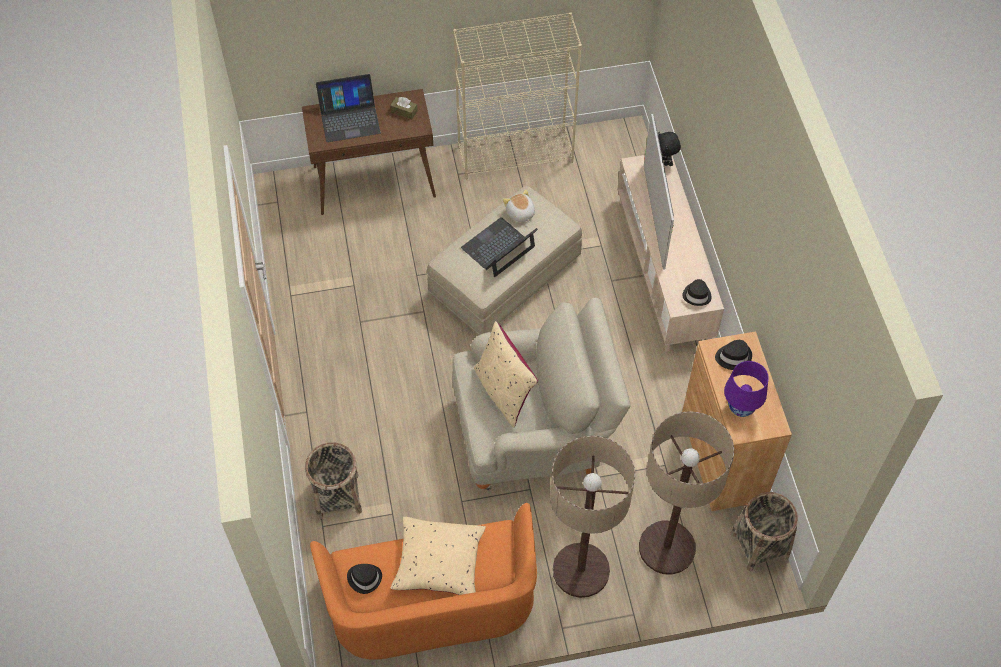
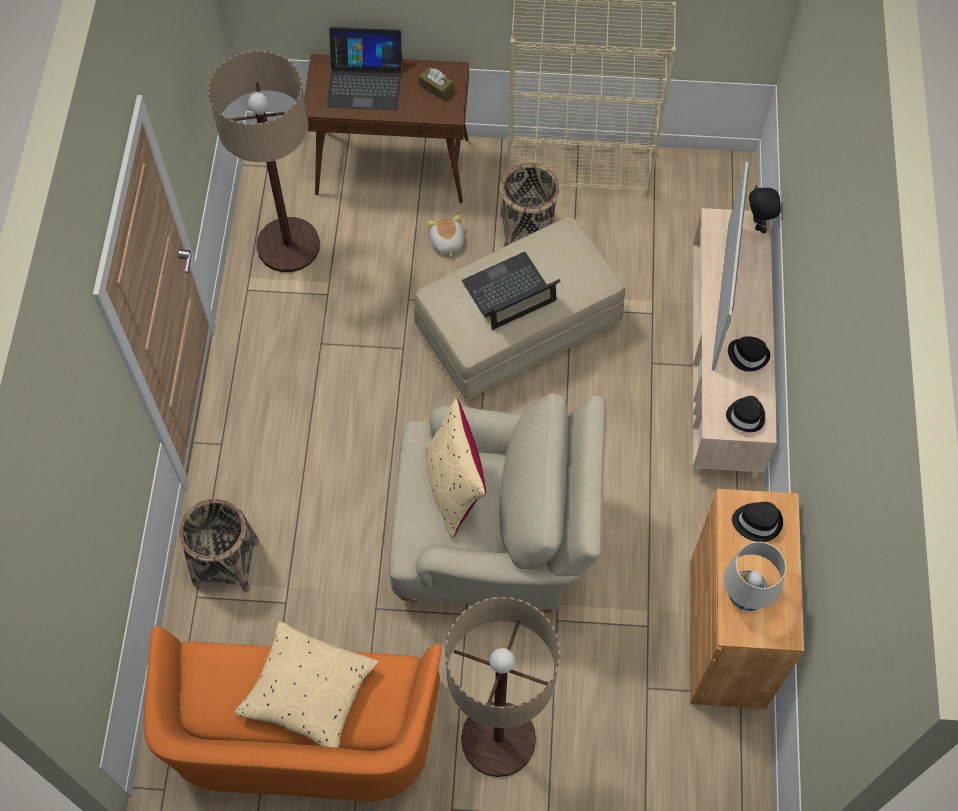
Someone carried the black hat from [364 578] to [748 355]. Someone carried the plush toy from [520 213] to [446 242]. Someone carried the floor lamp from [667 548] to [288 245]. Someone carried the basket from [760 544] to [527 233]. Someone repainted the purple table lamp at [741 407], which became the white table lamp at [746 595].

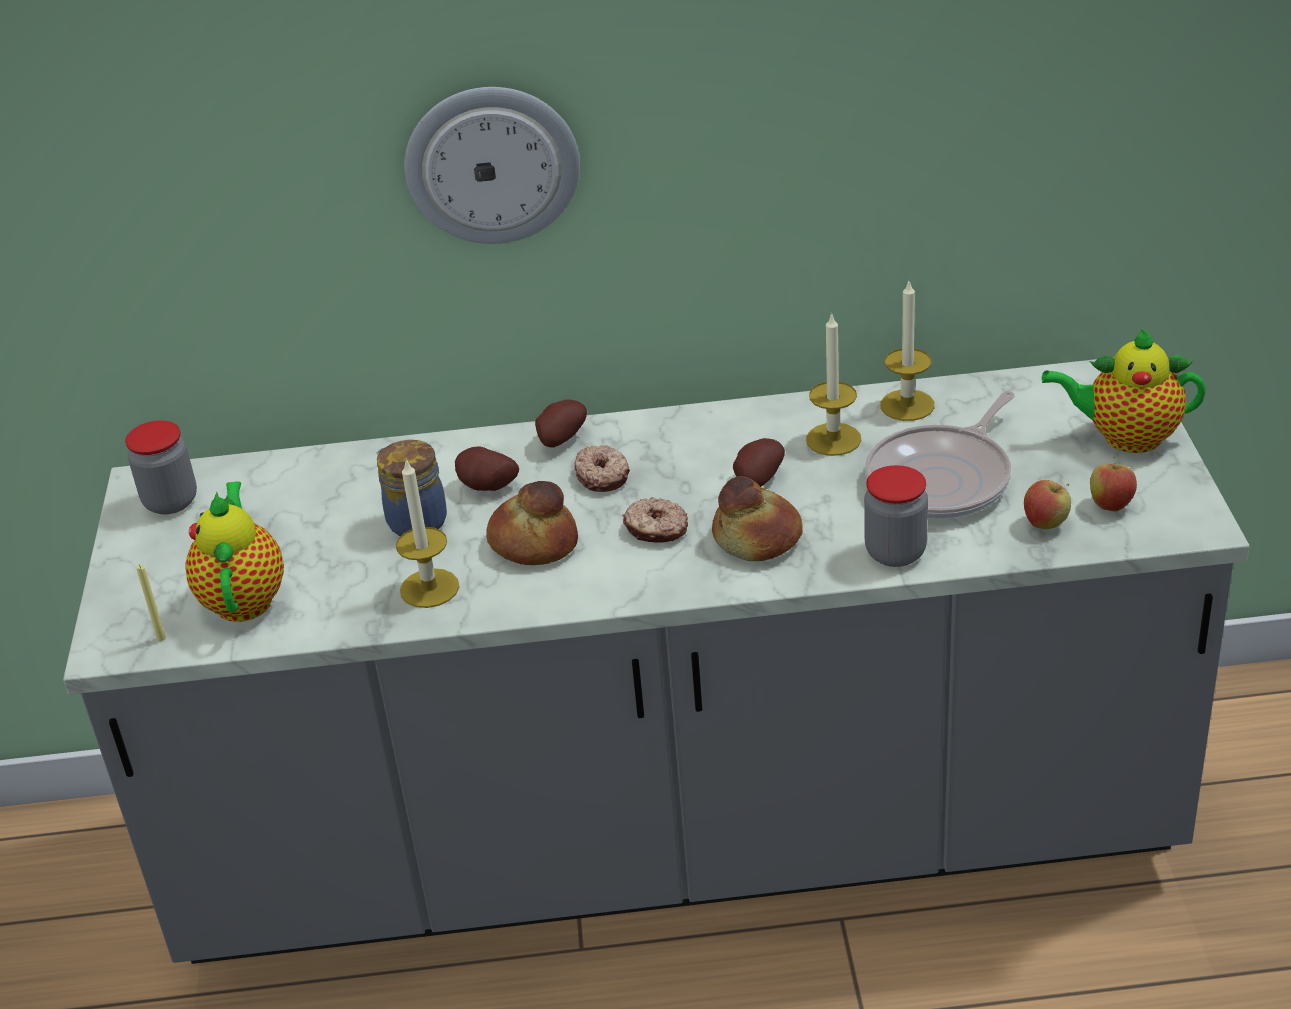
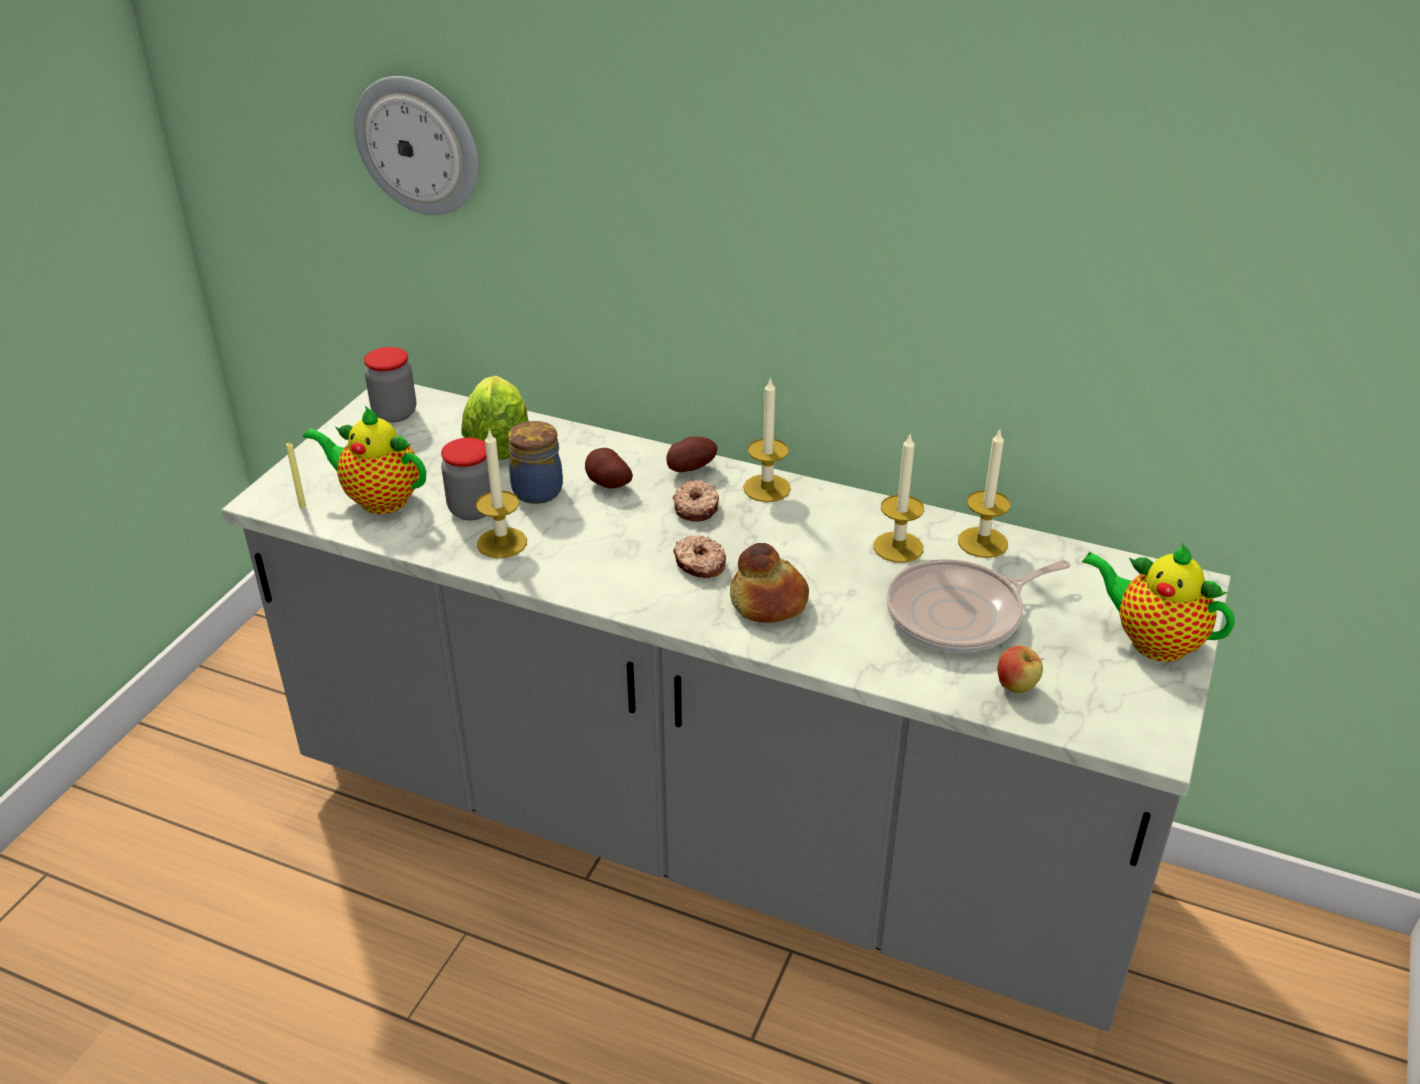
Someone took away the bread at [534 542]. Someone took away the potato at [756 481]. Someone took away the apple at [1111 505]. Someone put down the lettuce at [499 443]. Someone put down the candle at [767 488]. Someone carried the wall clock from [492 164] to [418 145]. Someone carried the jar from [895 552] to [472 509]. Someone rotated the teapot at [244 597] by 90 degrees counterclockwise.

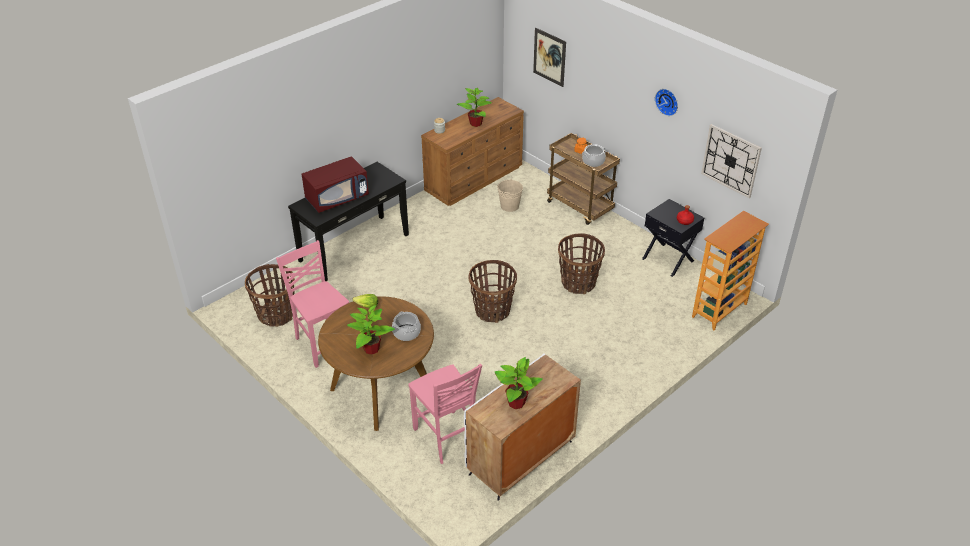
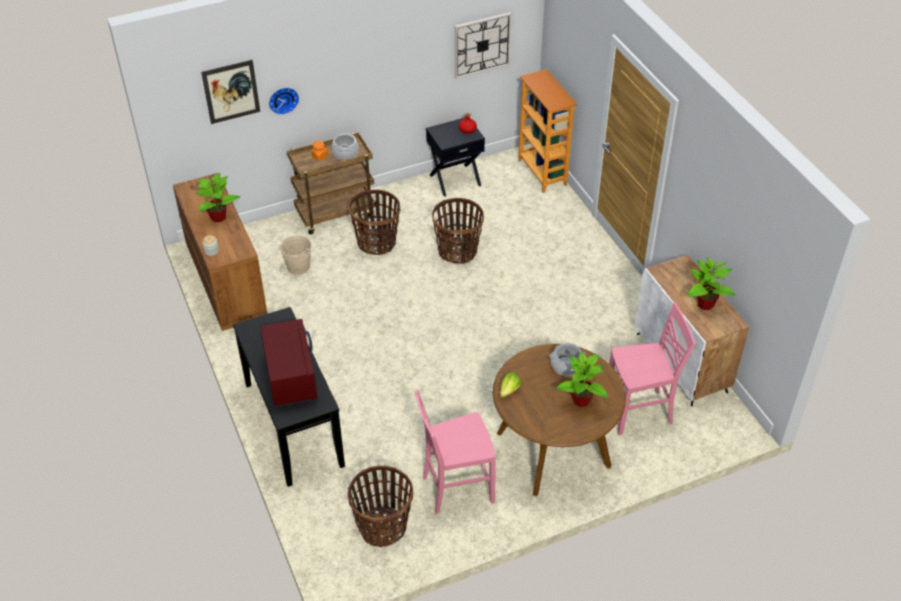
Someone carried the basket from [492 310] to [377 243]. Someone carried the wall clock from [667 101] to [283 99].

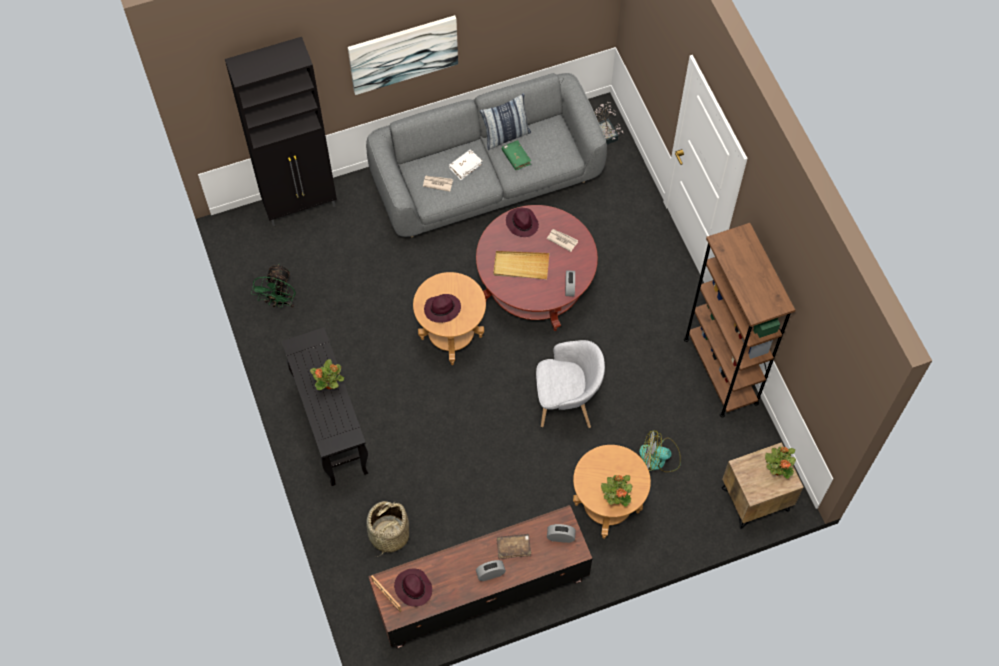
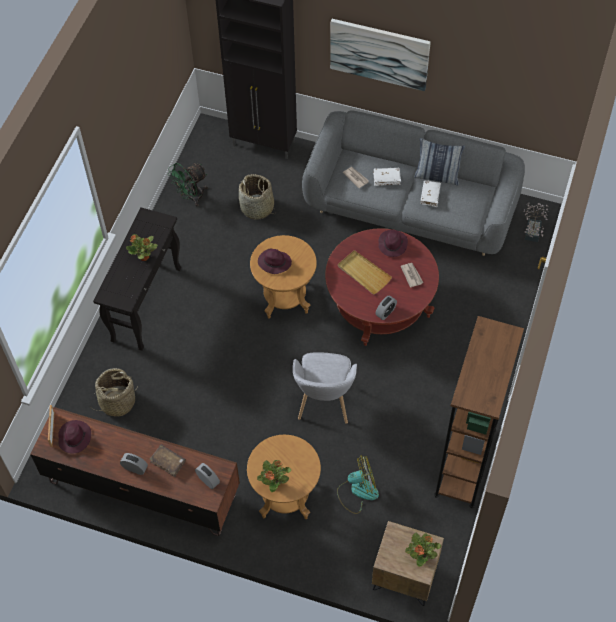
Someone put down the basket at [257 208]. Someone repainted the green book at [516 158], which became the white book at [430 195]. Someone rotated the grey armchair at [567 405] by 60 degrees clockwise. Someone rotated the fan at [659 458] by 120 degrees clockwise.

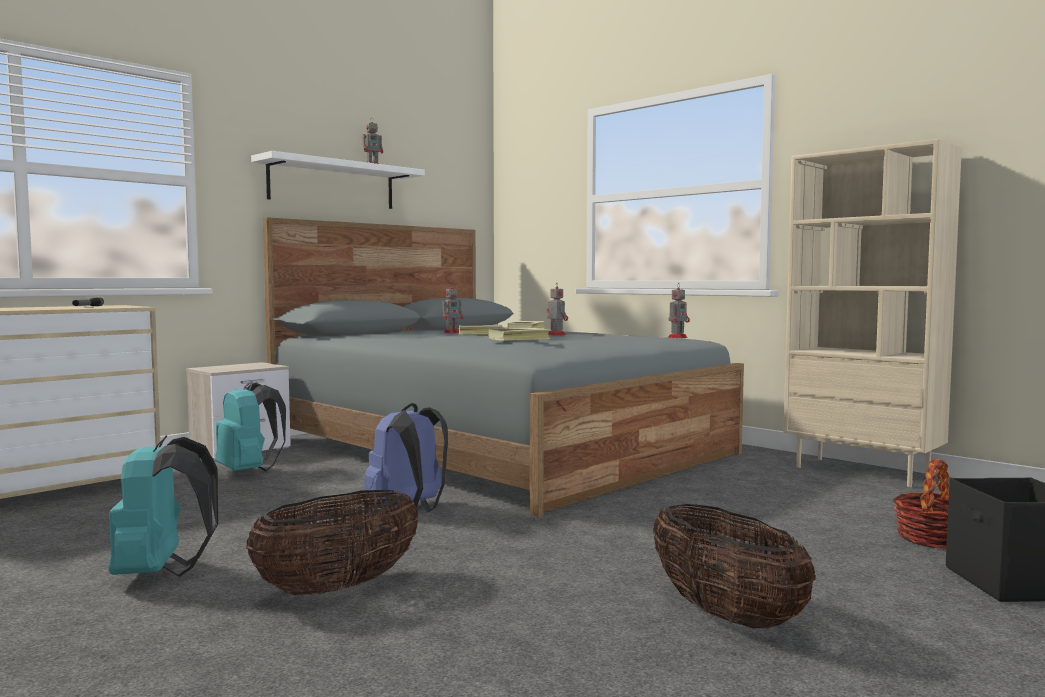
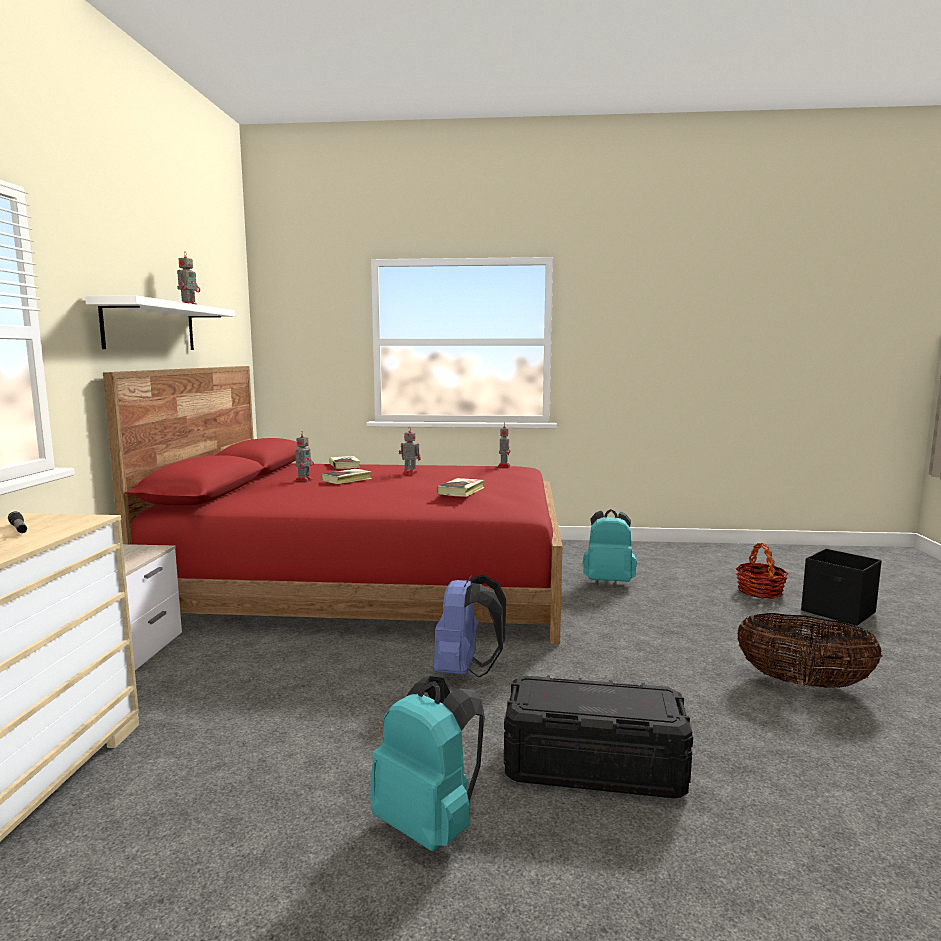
Someone took away the beige bookcase at [863 472]. Someone carried the turquoise backpack from [249 471] to [608 581]. Someone swapped the basket at [338 587] for the black storage box at [593 765]. Someone repainted the grey bed at [495 446], which became the red bed at [372 581].

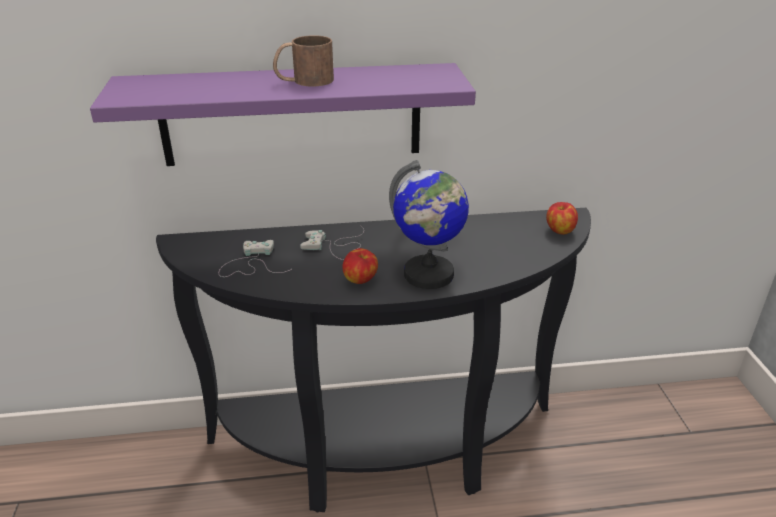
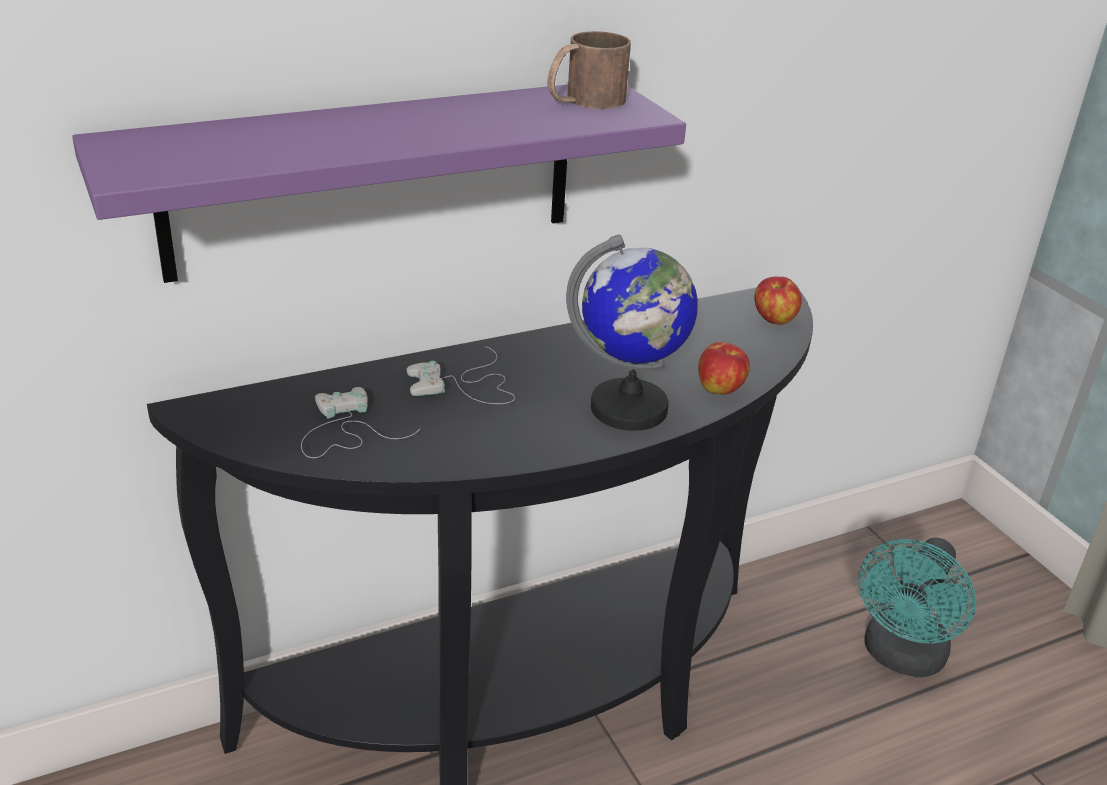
Someone put down the turquoise fan at [901 657]. Someone carried the brown mug from [304 81] to [584 101]. Someone carried the apple from [360 280] to [720 389].

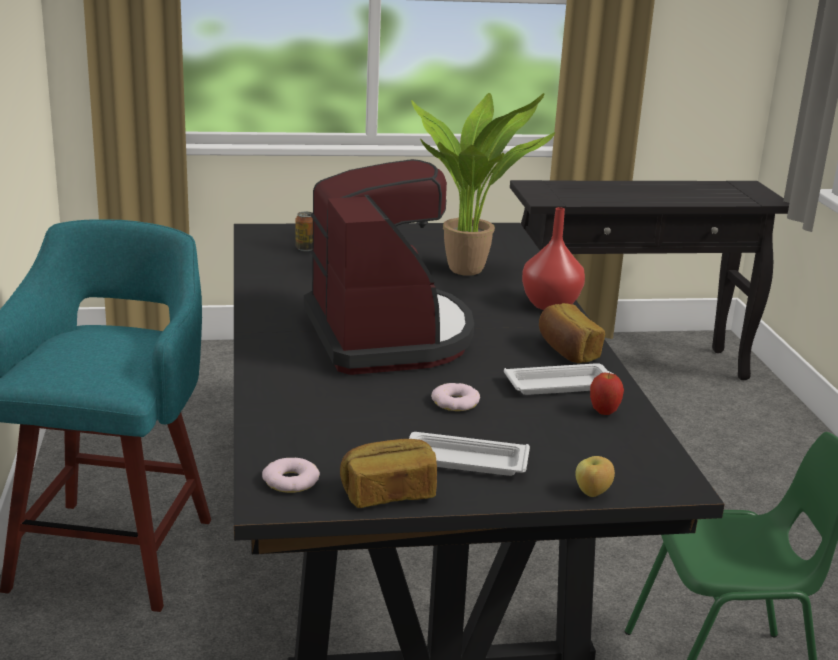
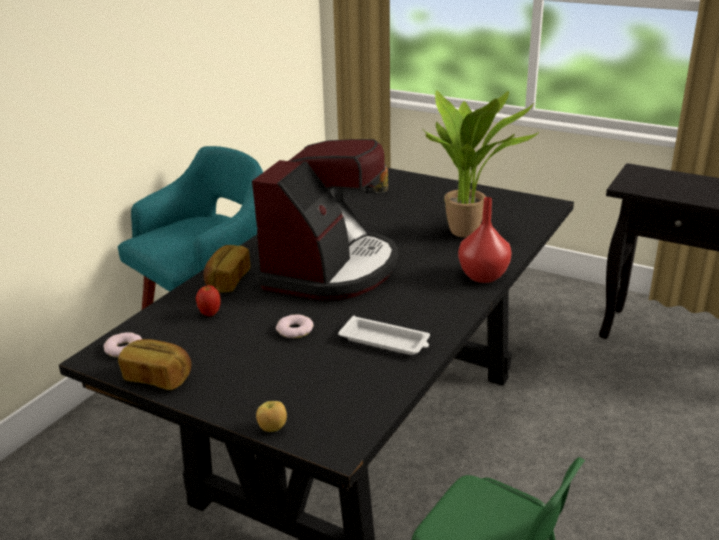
Someone took away the white tray at [463 461]. Someone carried the bread from [567 350] to [227 281]. Someone carried the apple from [604 412] to [210 314].

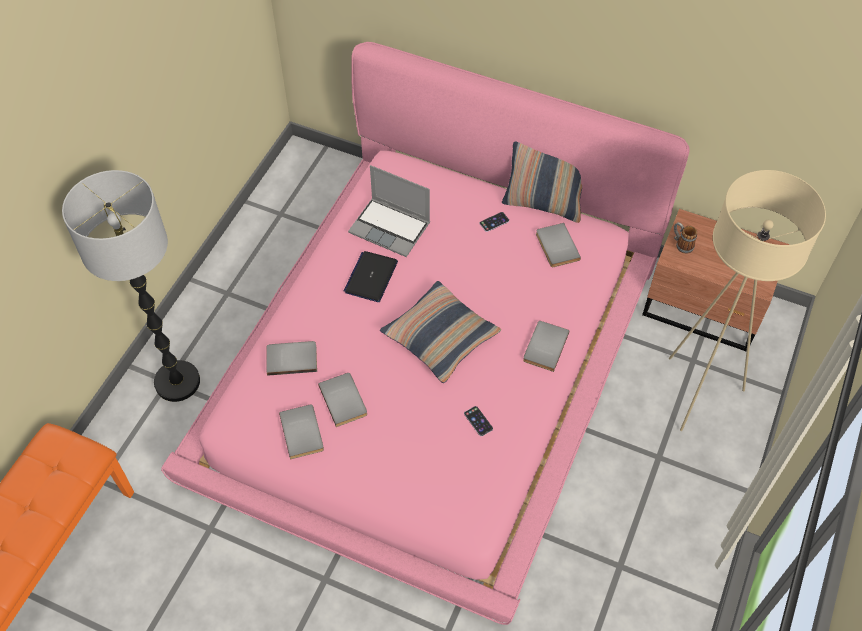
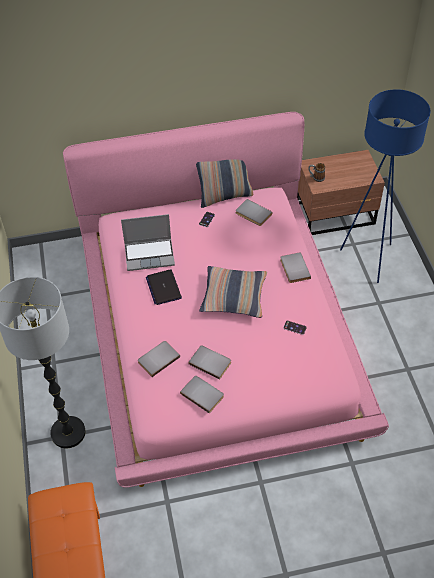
Someone repainted the beige floor lamp at [697 393], which became the blue floor lamp at [369 259].

